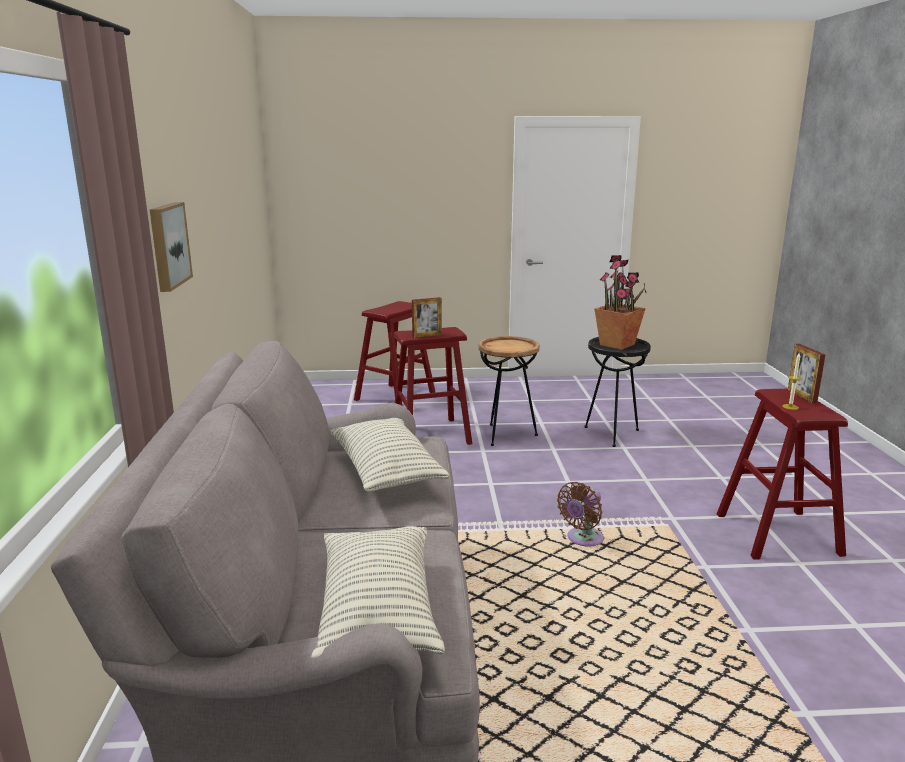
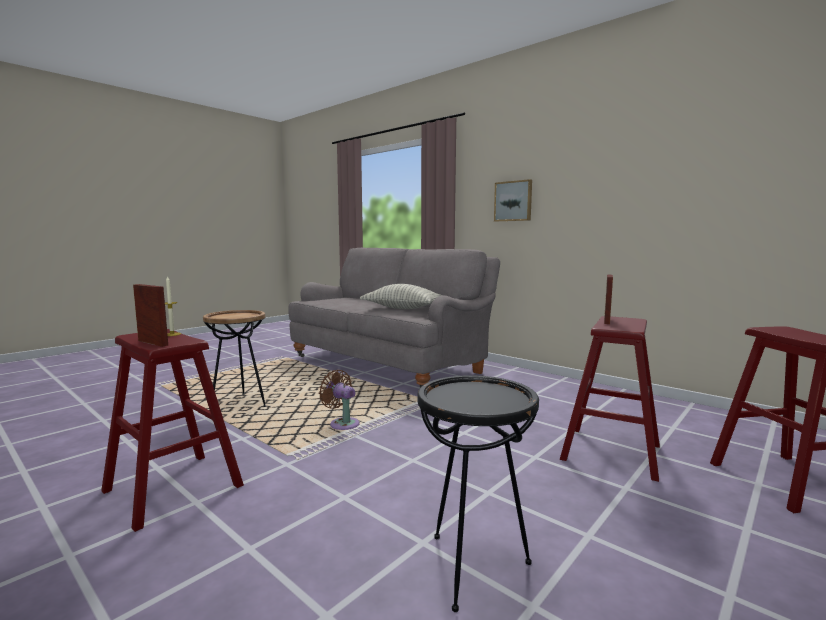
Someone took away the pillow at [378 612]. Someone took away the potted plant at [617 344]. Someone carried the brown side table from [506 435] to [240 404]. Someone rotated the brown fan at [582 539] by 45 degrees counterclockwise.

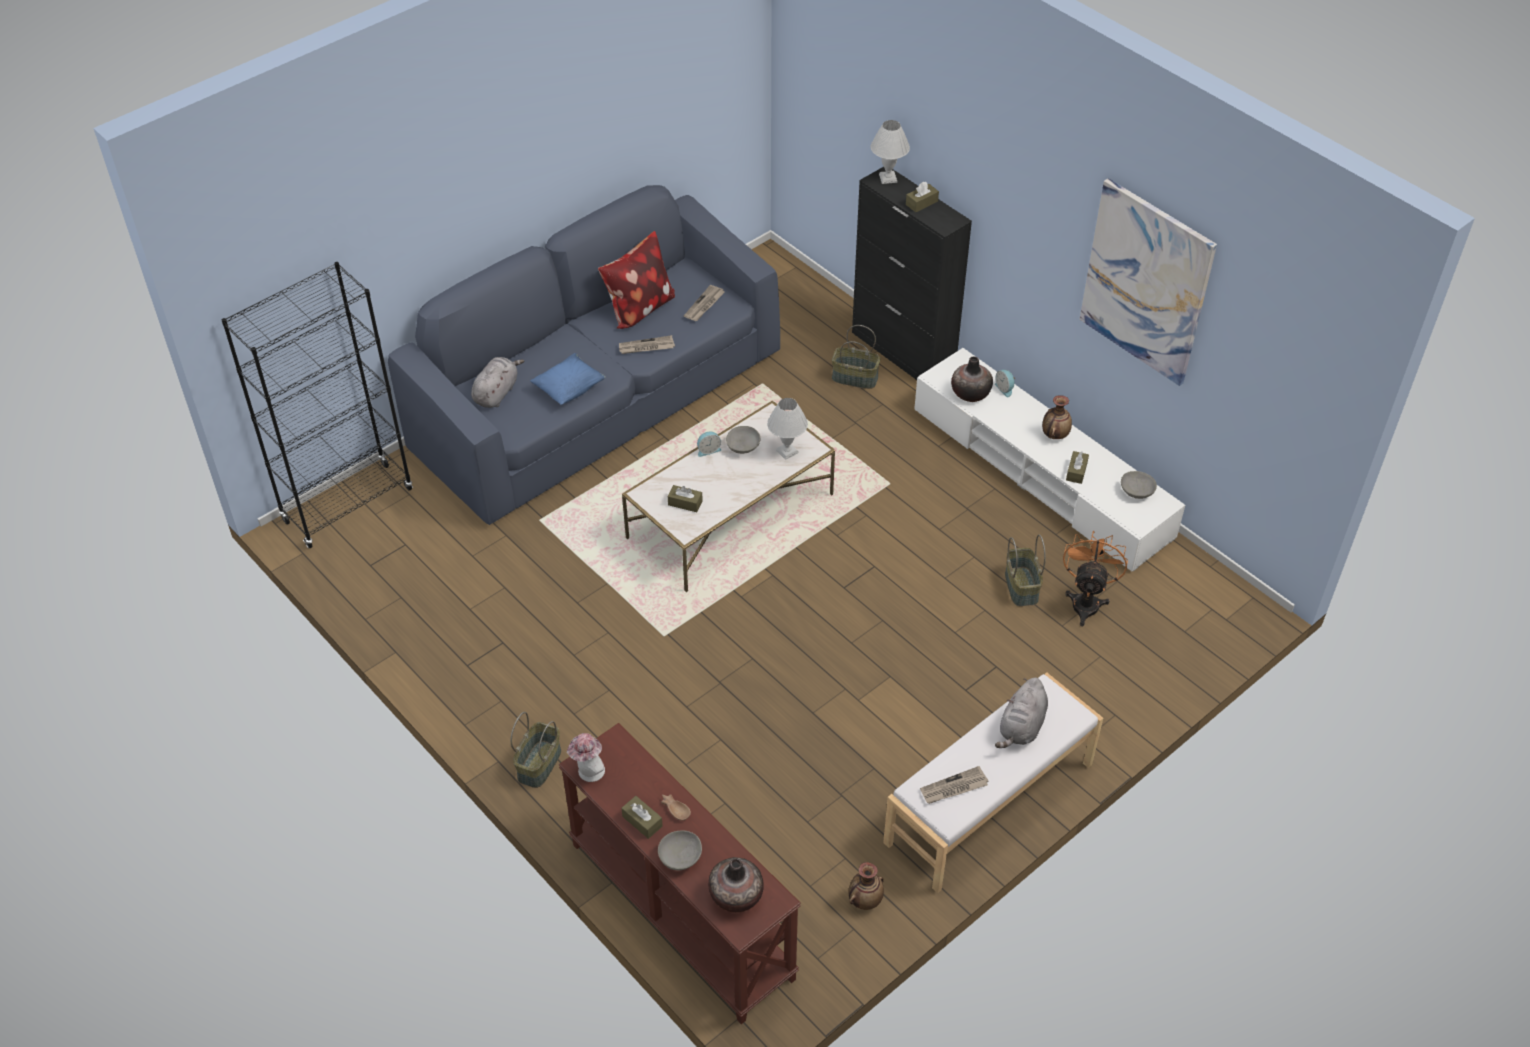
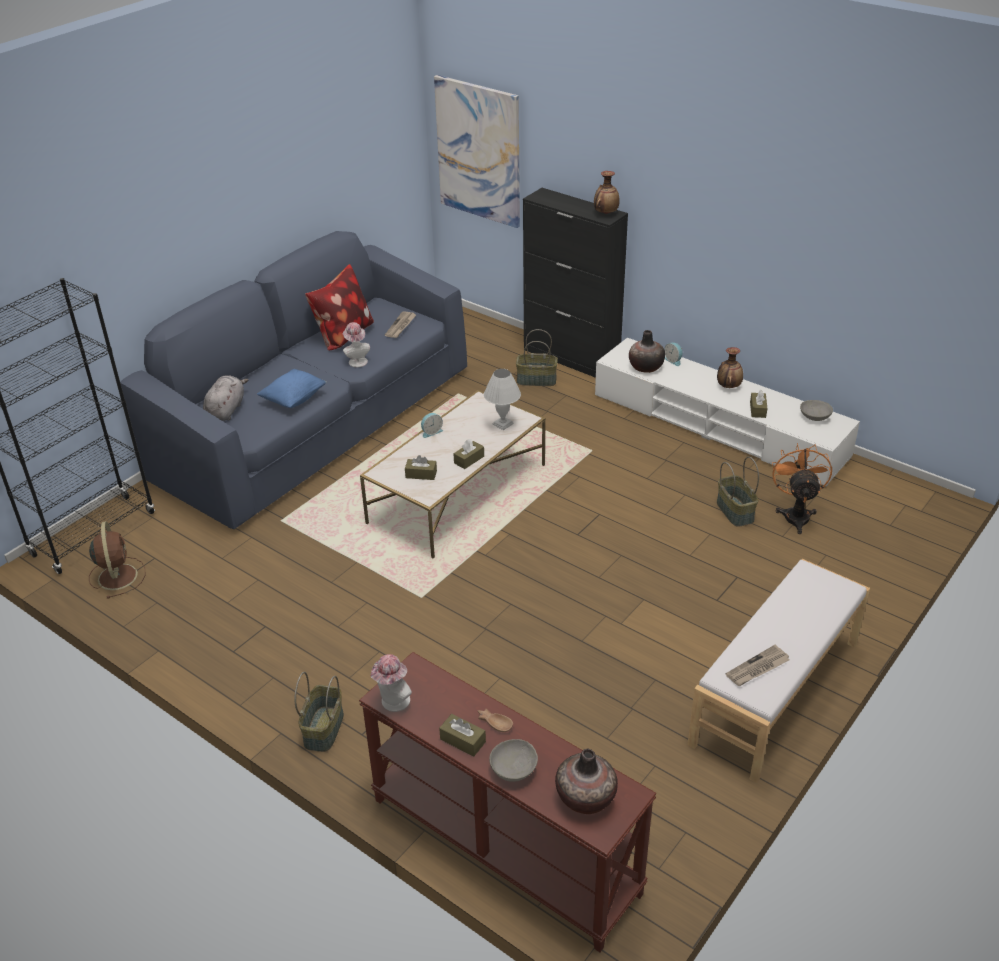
Someone took away the grey bowl at [743 447]. Someone took away the white table lamp at [888 178]. Someone took away the grey plush toy at [1021 727]. Someone put down the brown fan at [117 576]. Someone carried the vase from [865 900] to [605 213]. Someone carried the brown tissue box from [921 203] to [469 459]. Someone carried the picture from [1146 282] to [479 151]. Someone swapped the newspaper at [646 347] for the hat at [357 360].

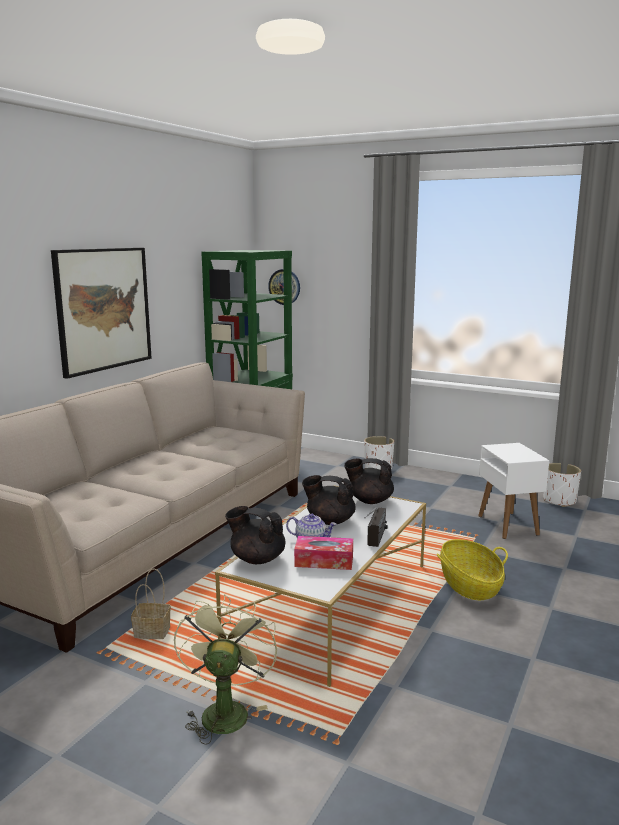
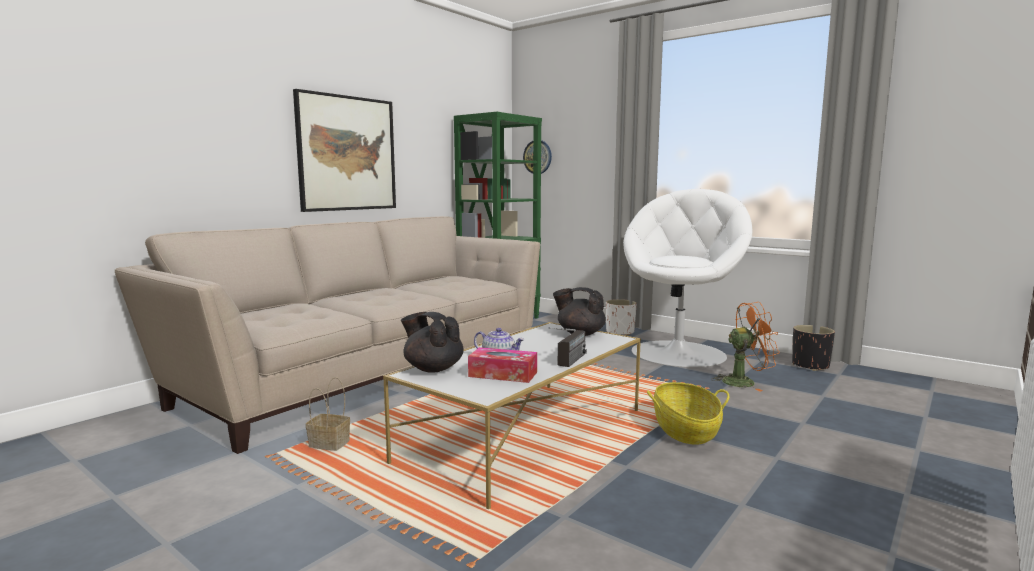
Someone took away the green fan at [224 710]. Someone took away the black teapot at [329 521]. Someone put down the white armchair at [679 352]. Someone swapped the white side table at [507 525] for the orange fan at [745 382]. Someone repainted the white planter at [559 501], which became the black planter at [810 366].

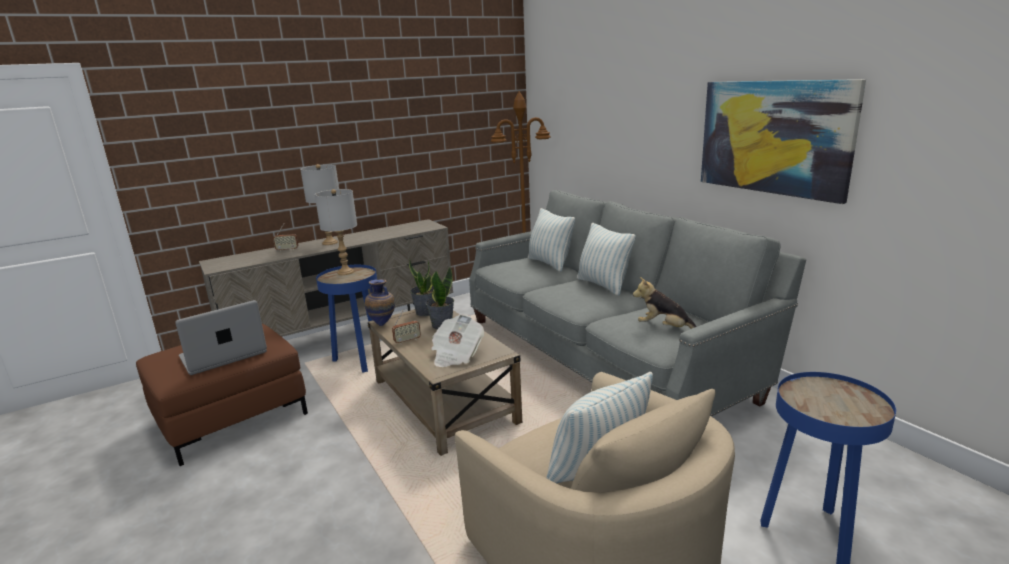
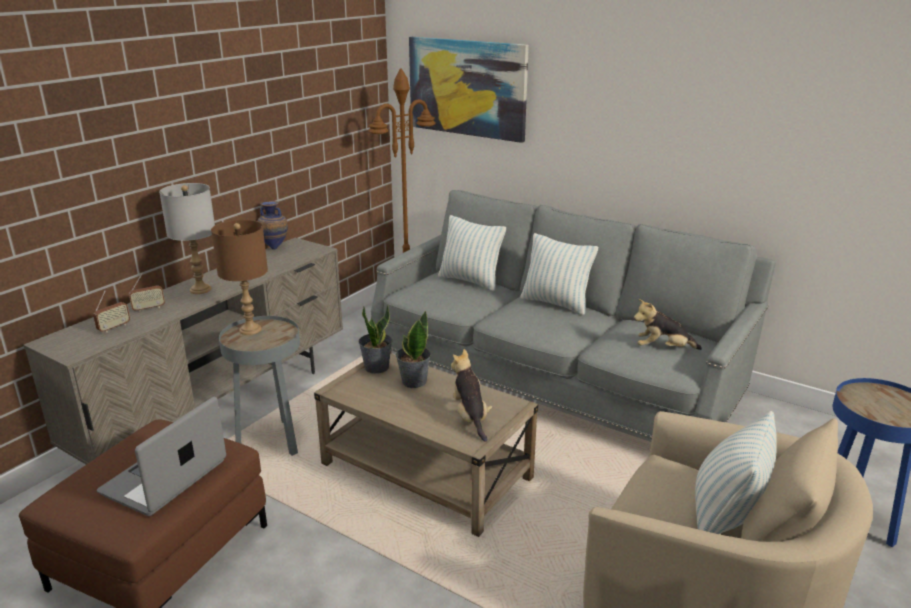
Someone carried the vase from [383 324] to [275 248]. Someone carried the radio from [407 341] to [114 327]. Someone carried the picture from [773 137] to [467 88]. Someone swapped the newspaper at [456 355] for the plush toy at [470 417]. Someone repainted the grey table lamp at [346 272], which became the brown table lamp at [250 329]. Someone repainted the blue side table at [359 361], which became the grey side table at [272 441].

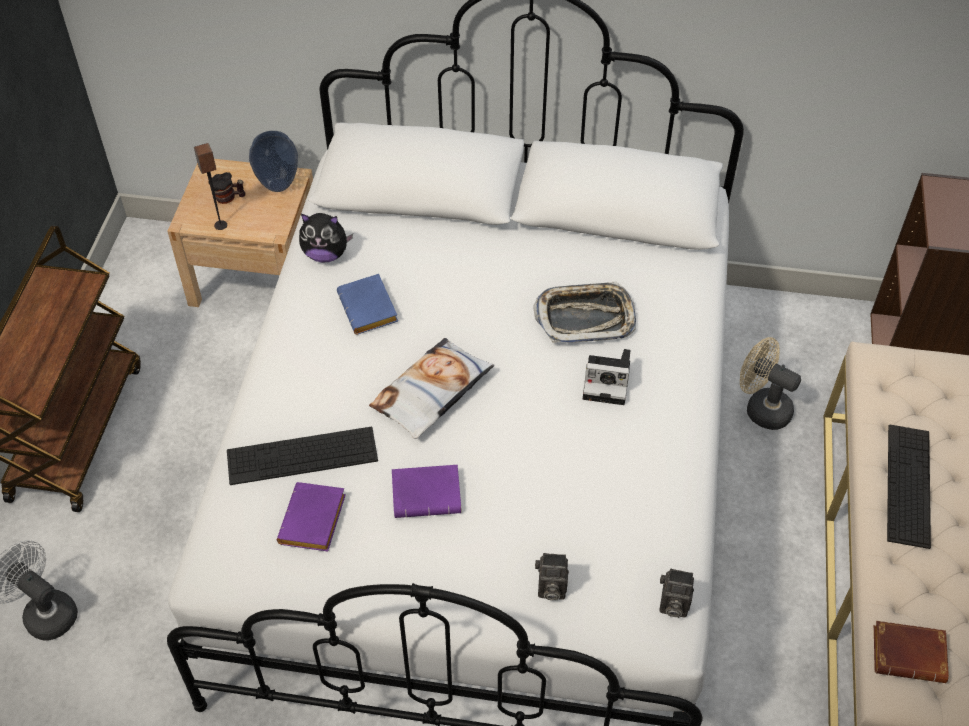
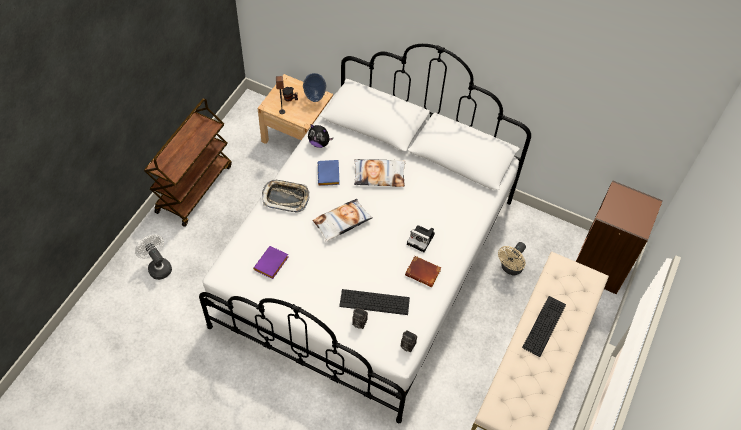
Someone took away the purple book at [428 493]. Someone put down the pillow at [379 175]. Someone carried the keyboard from [302 456] to [374 302]. Someone carried the tray from [585 317] to [286 197]. Someone carried the brown book from [910 653] to [424 272]. Someone rotated the beige fan at [761 408] by 105 degrees counterclockwise.

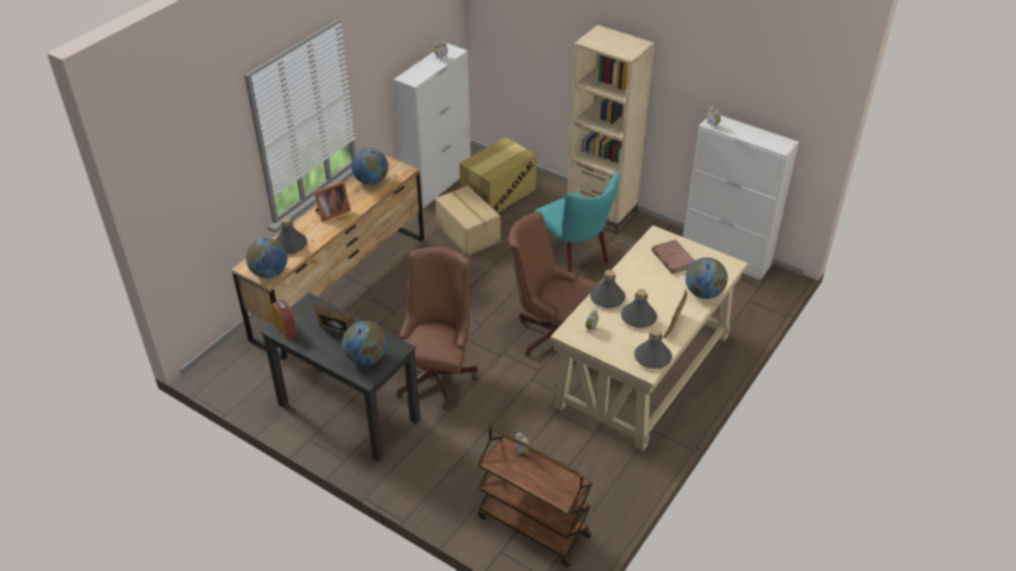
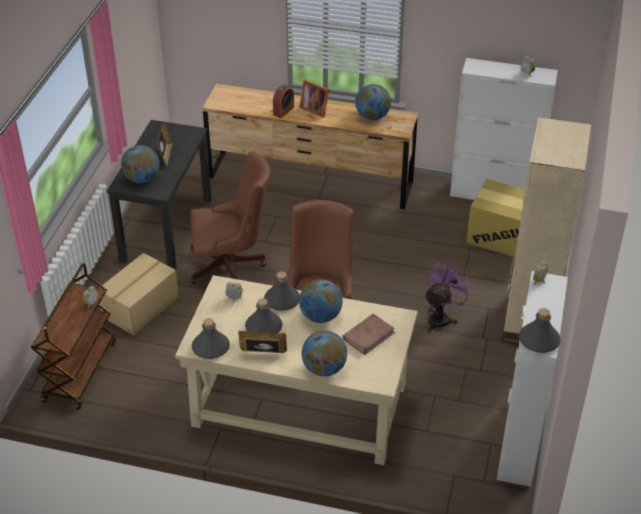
Someone carried the globe from [269 273] to [320 316]. Someone carried the alarm clock from [285 328] to [283 111]. Someone carried the grey bottle from [290 245] to [538 340]. Someone carried the cardboard box from [468 232] to [141 307]. Someone swapped the turquoise chair at [574 257] for the purple fan at [441 317].

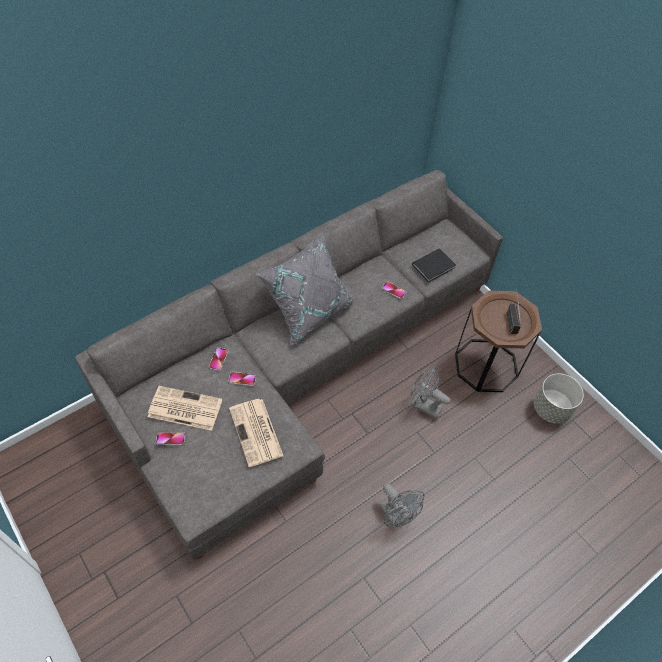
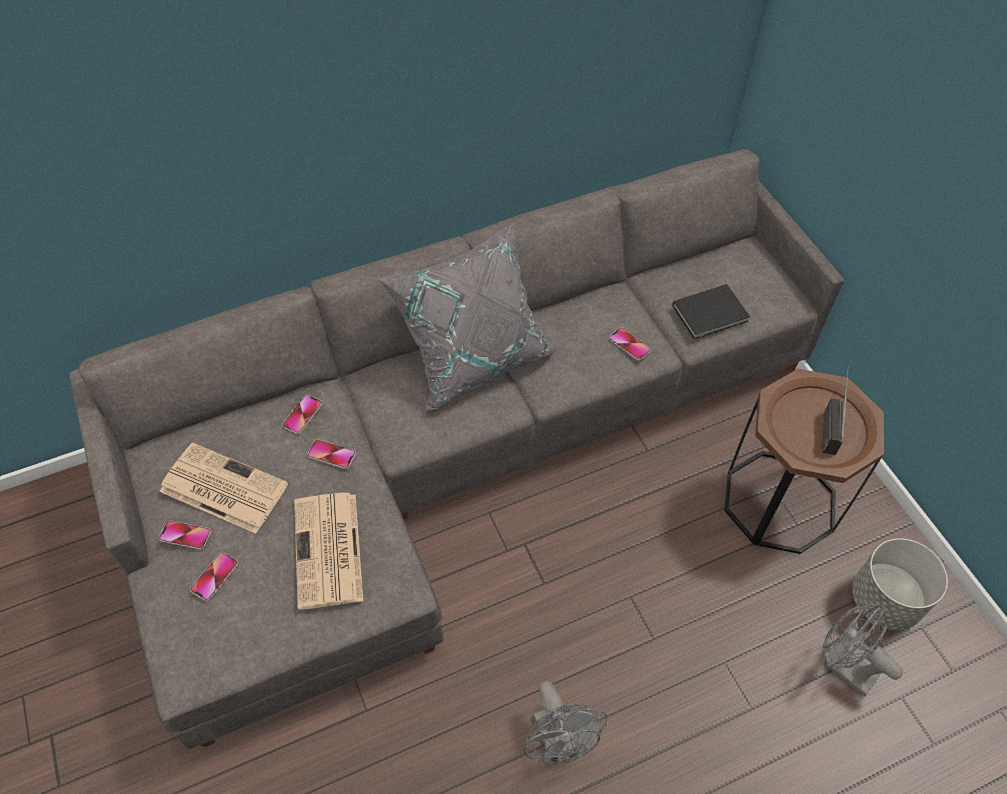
Someone put down the phone at [215 577]. Someone carried the grey fan from [424 406] to [842 665].

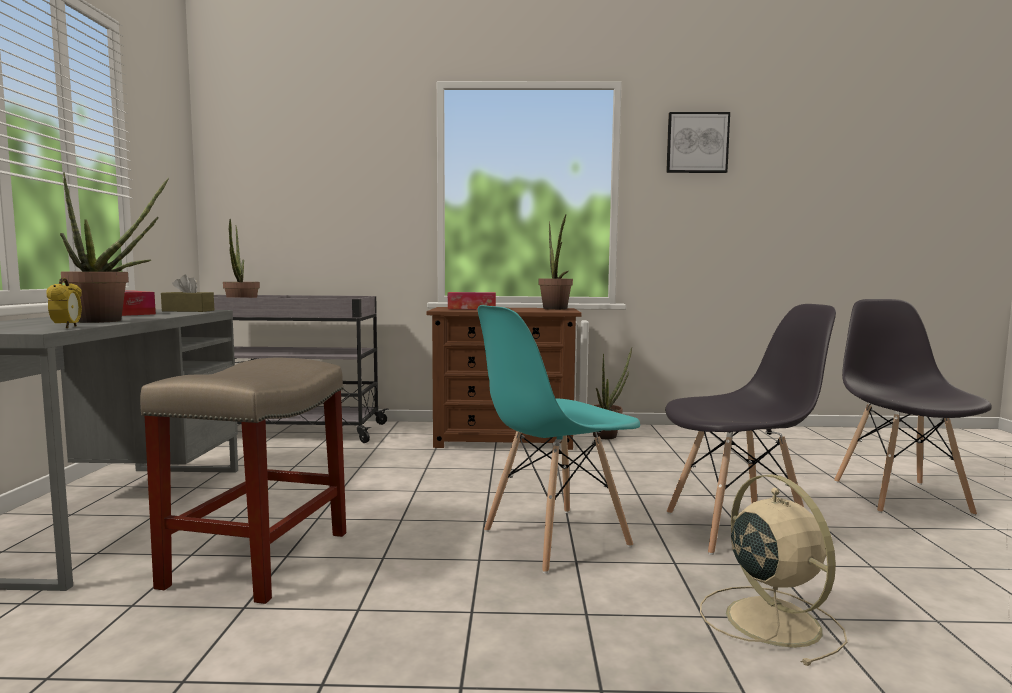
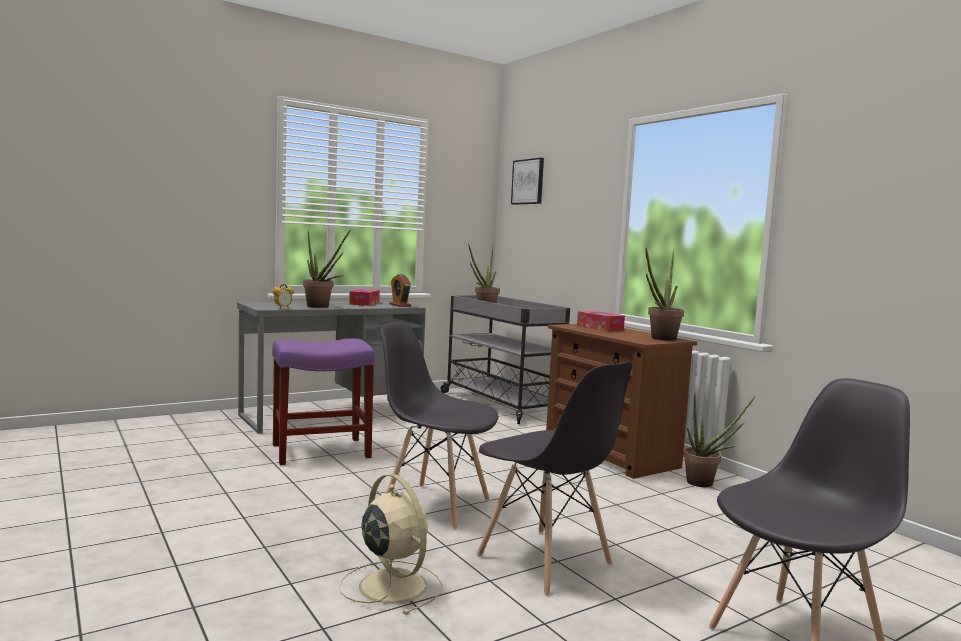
Someone carried the picture from [697 143] to [528 181]. Someone swapped the brown tissue box at [188 311] for the alarm clock at [400 305]. Someone repainted the beige stool at [258 560], which became the purple stool at [319 451]. Someone repainted the turquoise chair at [554 539], which became the grey chair at [435 505]. Someone rotated the beige fan at [769 619] by 75 degrees counterclockwise.

